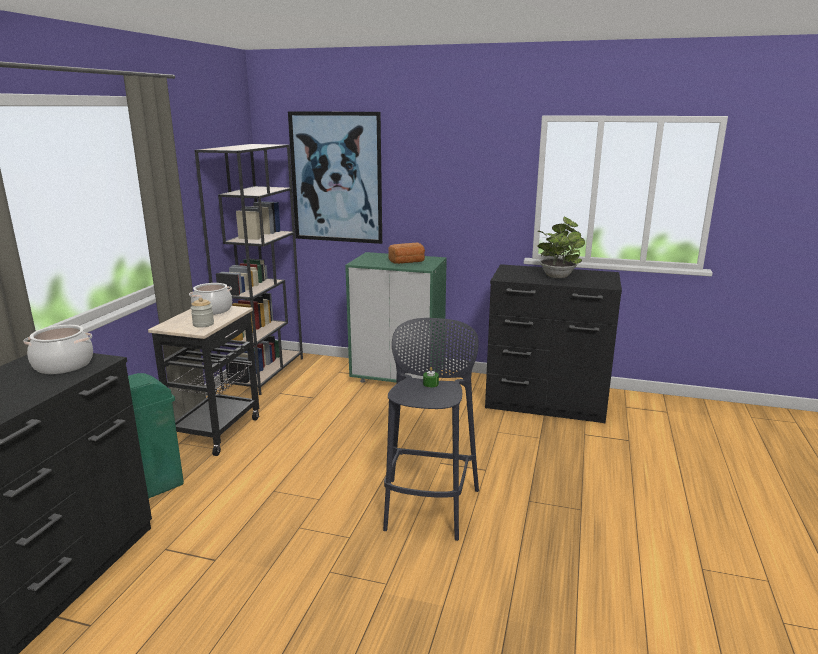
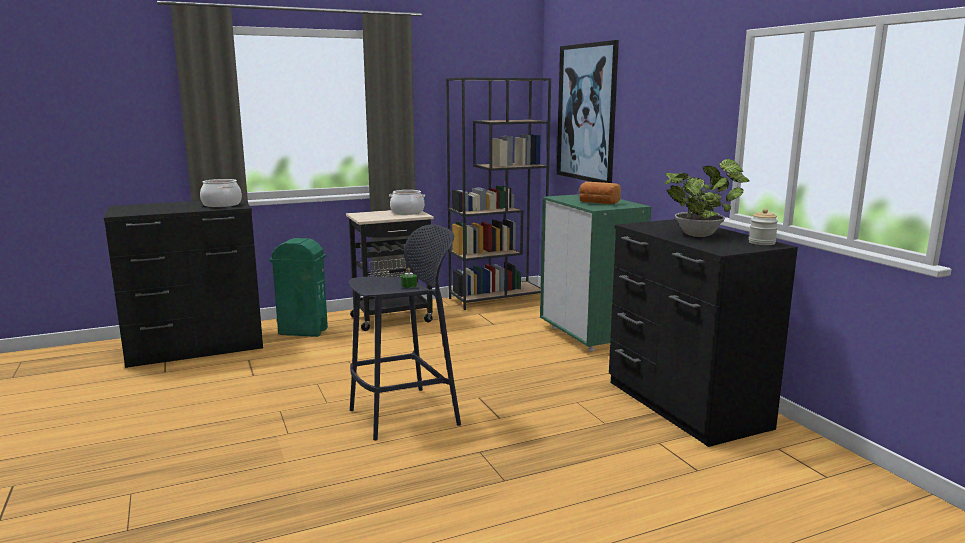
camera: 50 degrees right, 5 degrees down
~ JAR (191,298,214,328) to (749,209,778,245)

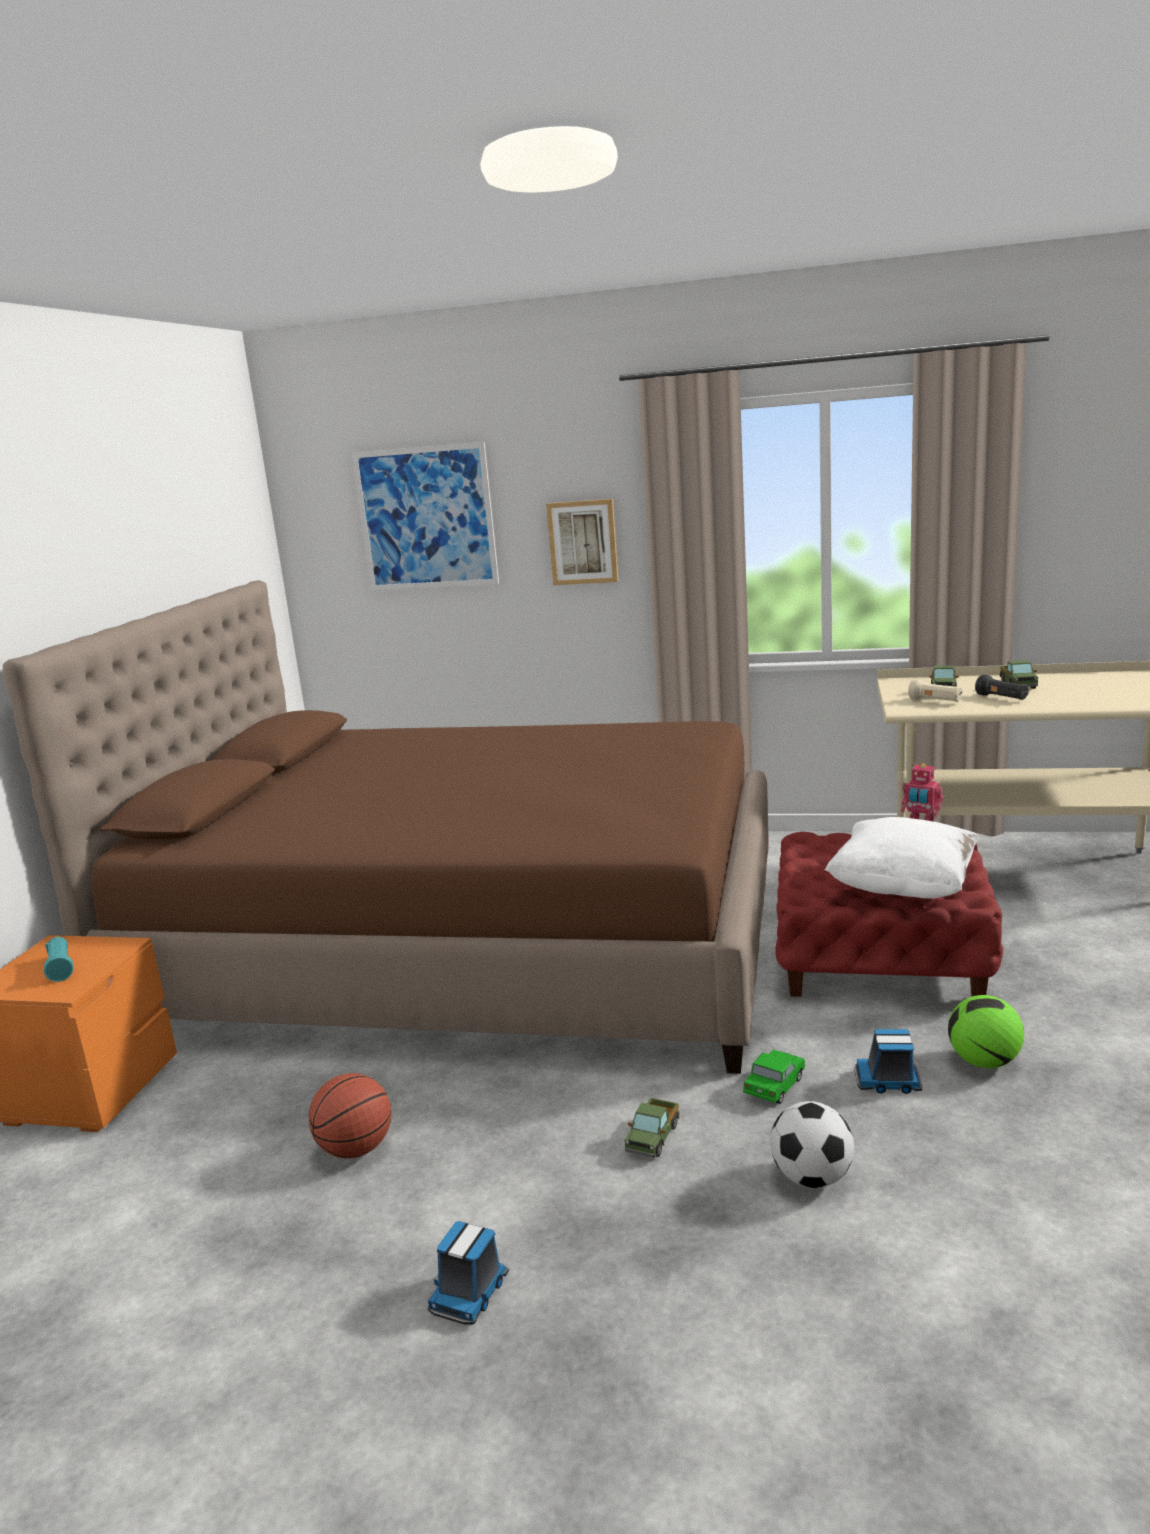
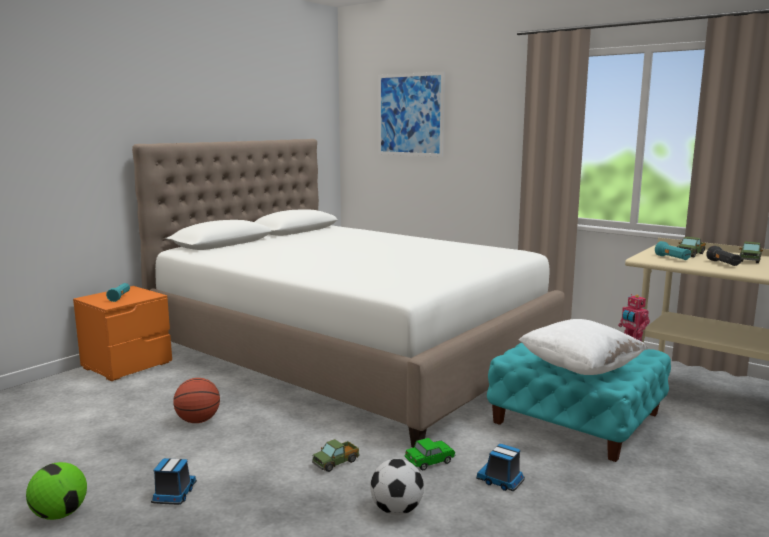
camera: 25 degrees right, 5 degrees down
~ BROWN BED (3,580,769,1074) to WHITE BED (132,139,564,448)
~ TOY TRUCK (428,1221,509,1325) = (151,458,197,505) 135 degrees clockwise
- PICTURE (546,499,619,585)
~ RED OTTOMAN (775,832,1003,997) to TURQUOISE OTTOMAN (487,343,671,462)
~ BEIGE FLASHLIGHT (908,679,962,702) to TURQUOISE FLASHLIGHT (655,241,691,260)
~ FOOTBALL (948,995,1024,1068) to (26,462,87,520)

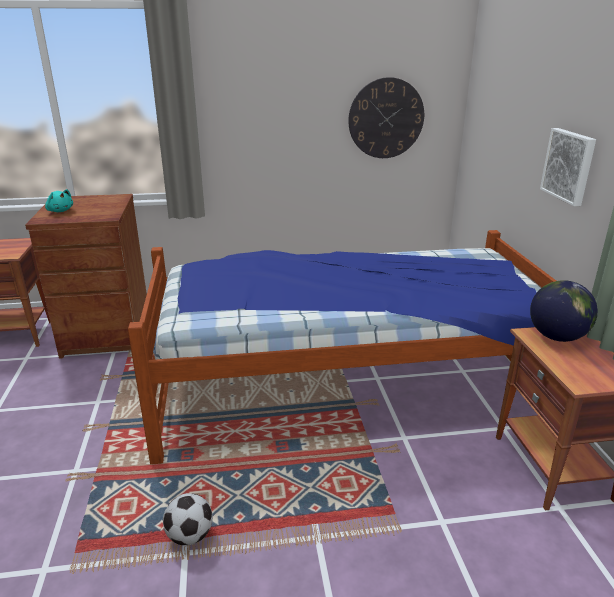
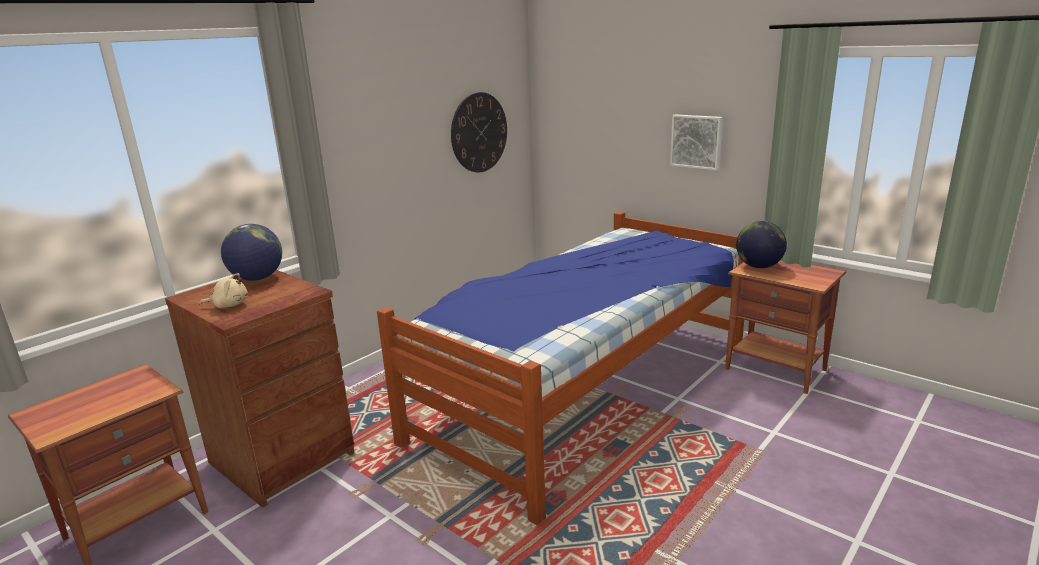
camera: 40 degrees left, 5 degrees down
~ TURQUOISE PLUSH TOY (45,189,73,212) to BEIGE PLUSH TOY (199,273,248,308)
- FOOTBALL (163,493,213,545)
+ GLOBE (221,224,282,281)

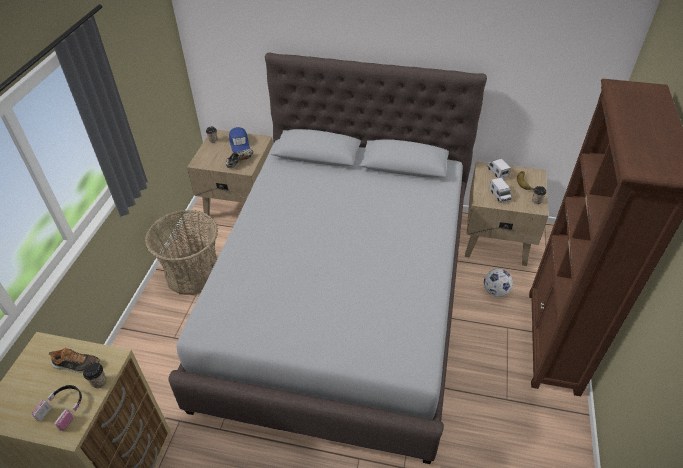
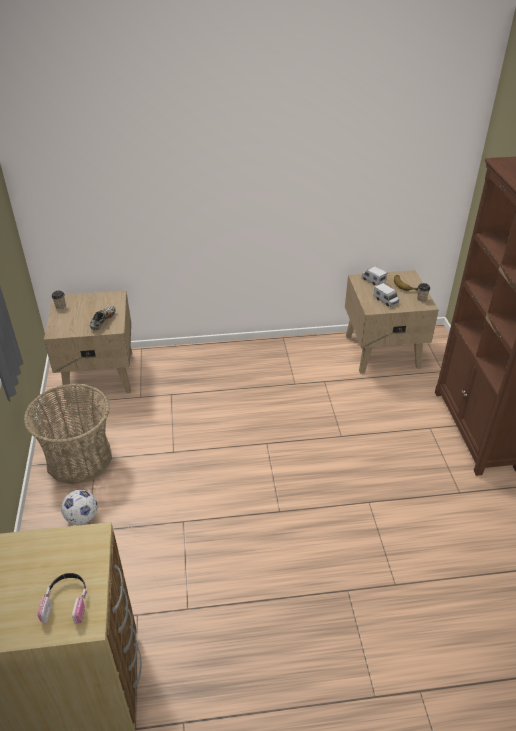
camera: 20 degrees left, 5 degrees down
- SHOE (49,348,100,373)
- CUP (83,362,107,388)
- GREY BED (169,52,487,464)
- BLUE CAP (229,127,250,153)
~ FOOTBALL (484,269,513,297) to (61,490,98,525)

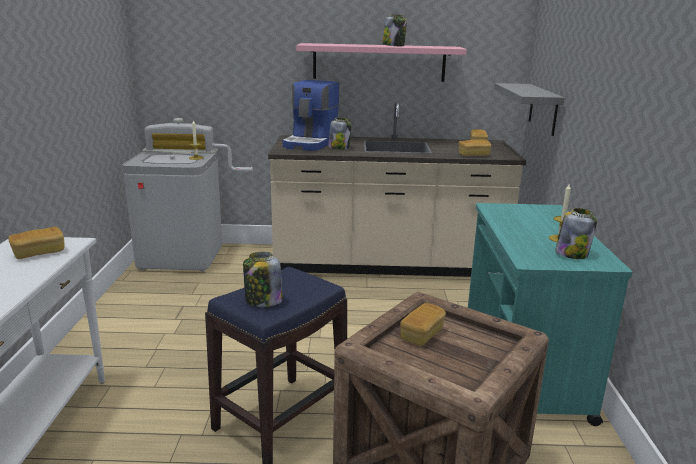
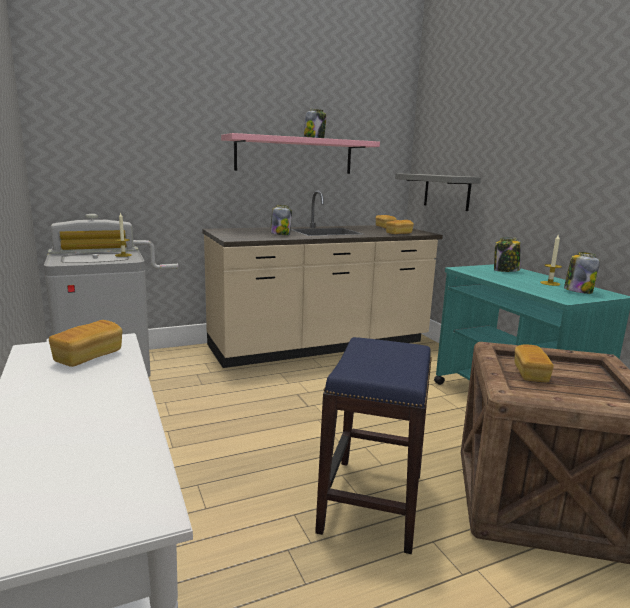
camera: 25 degrees left, 5 degrees down
~ JAR (243,252,283,307) to (494,237,521,272)
- COFFEE MACHINE (283,80,339,151)

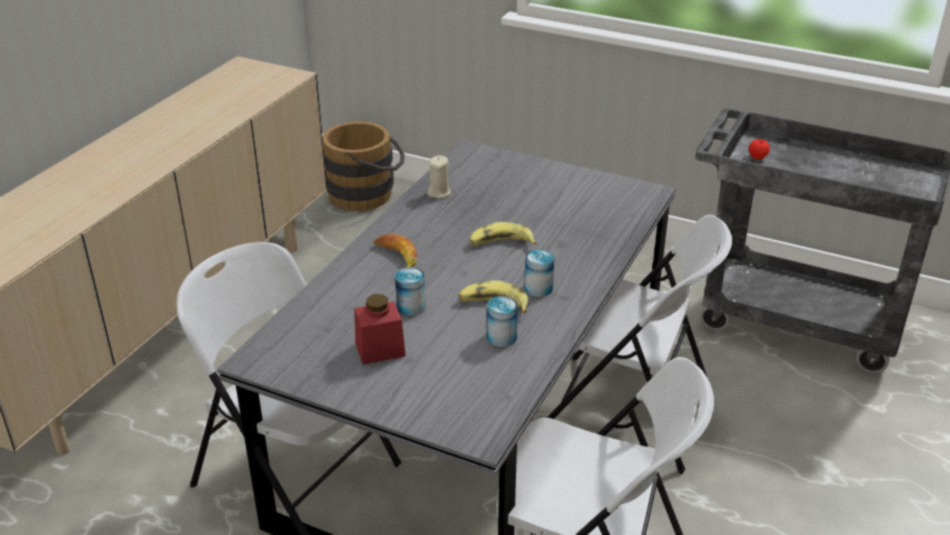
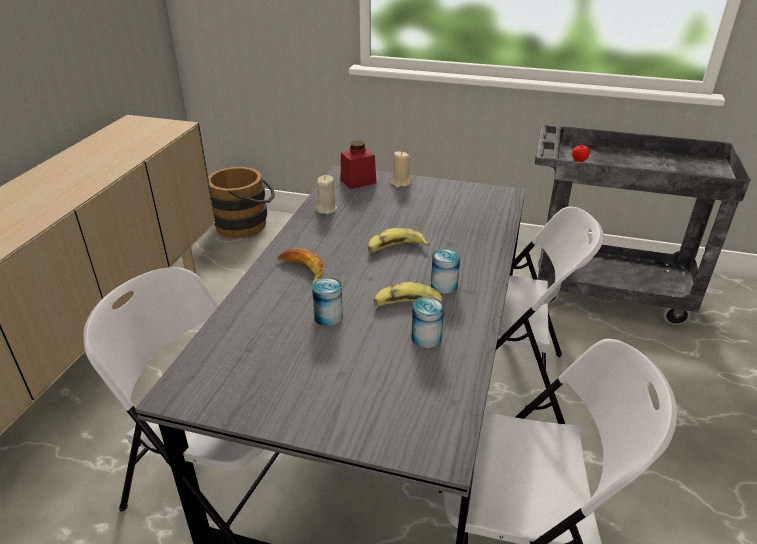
camera: 10 degrees left, 0 degrees up
~ RED JAR (355,294,406,365) to (341,140,376,189)
+ BEIGE CANDLE (391,151,412,187)

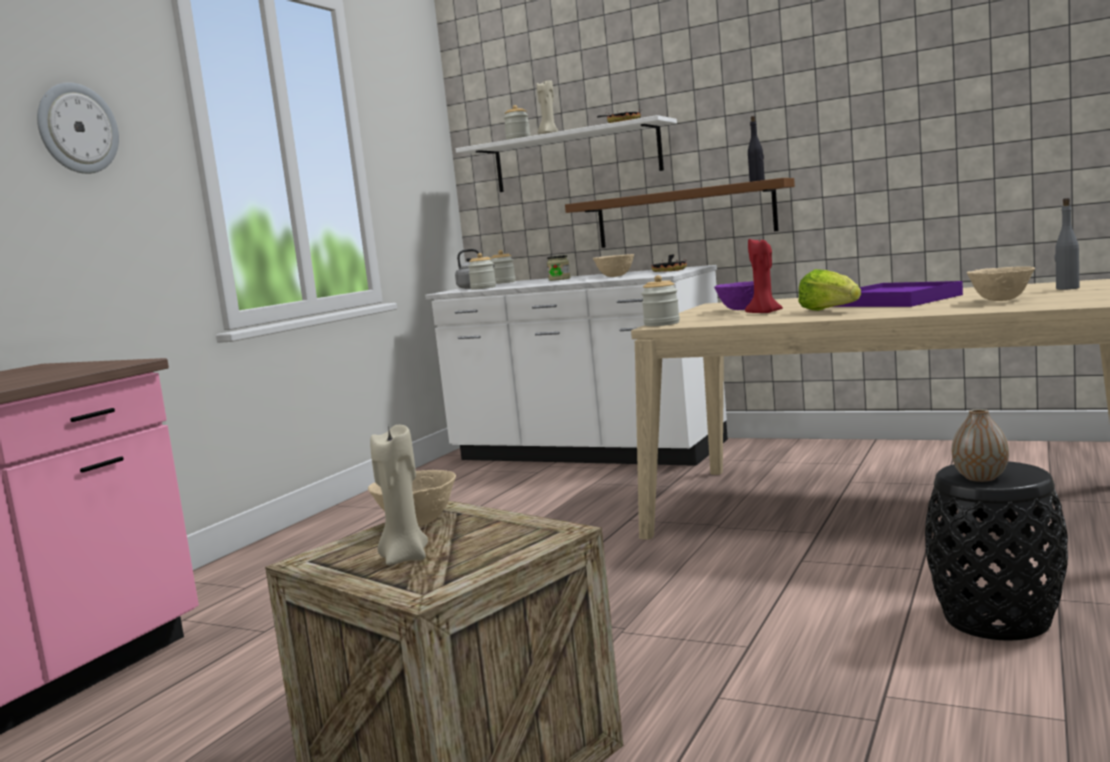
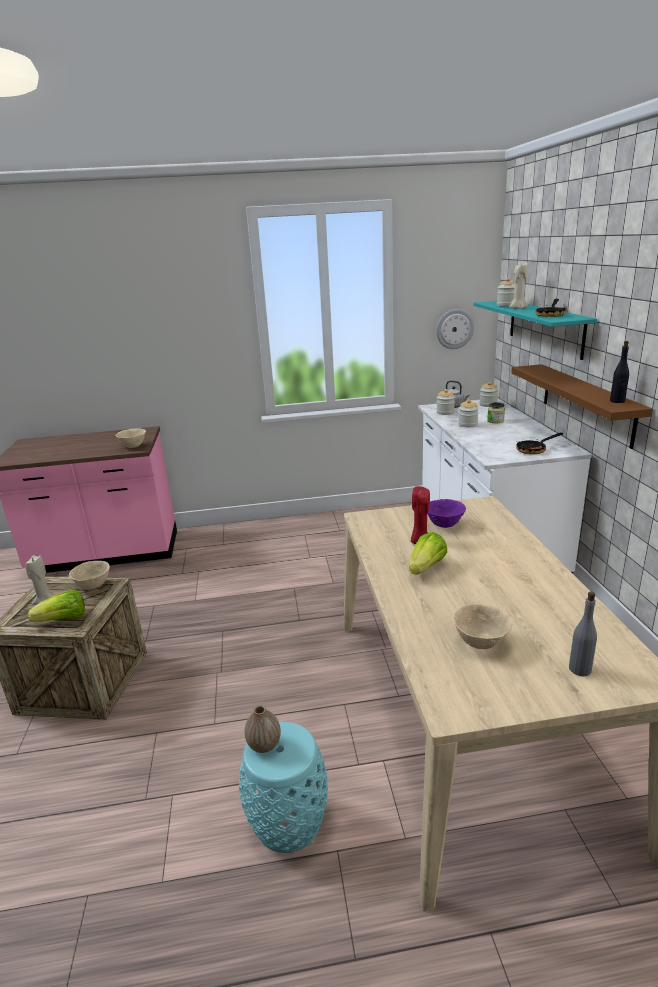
camera: 55 degrees right, 15 degrees up
~ WALL CLOCK (37,82,119,174) to (436,309,474,349)
~ WHITE SHELF (456,115,677,192) to TURQUOISE SHELF (473,301,597,360)
~ BEIGE BOWL (593,254,634,277) to (115,428,146,448)
~ JAR (641,275,680,326) to (458,399,479,427)
- PURPLE TRAY (833,281,963,307)
~ BLACK STOOL (925,461,1068,640) to TURQUOISE STOOL (239,722,328,853)
+ LETTUCE (28,590,85,622)

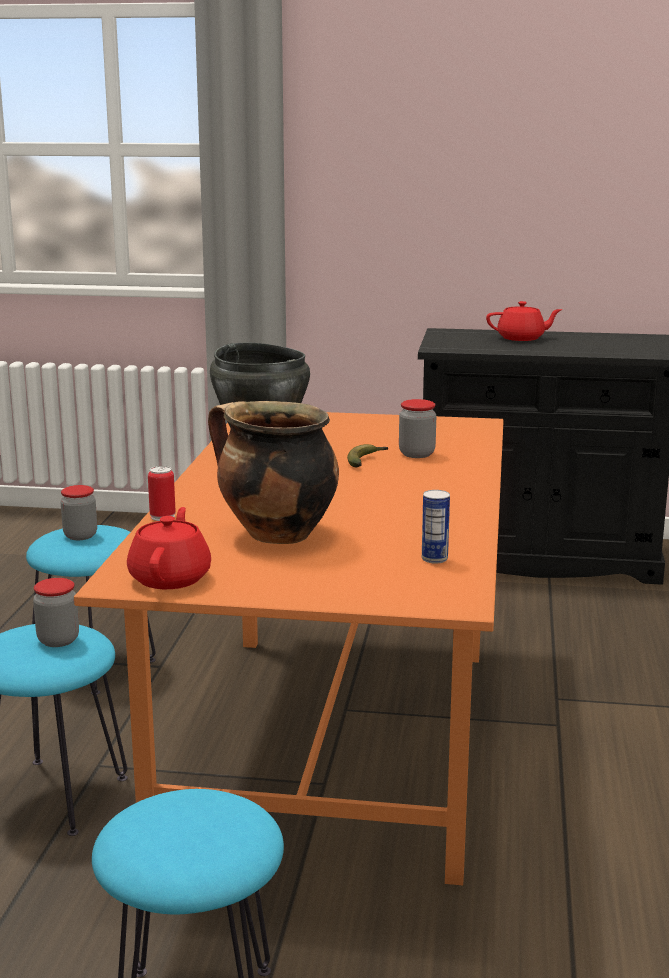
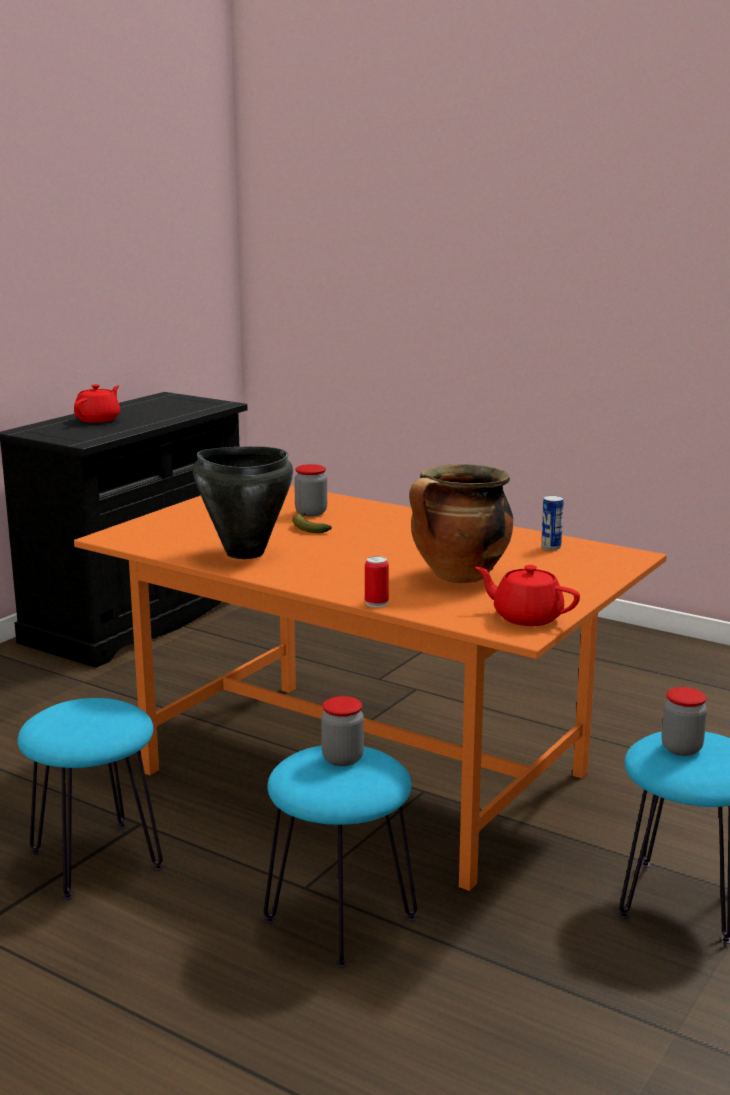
camera: 65 degrees left, 0 degrees up
~ JAR (61,485,97,540) to (661,687,707,756)

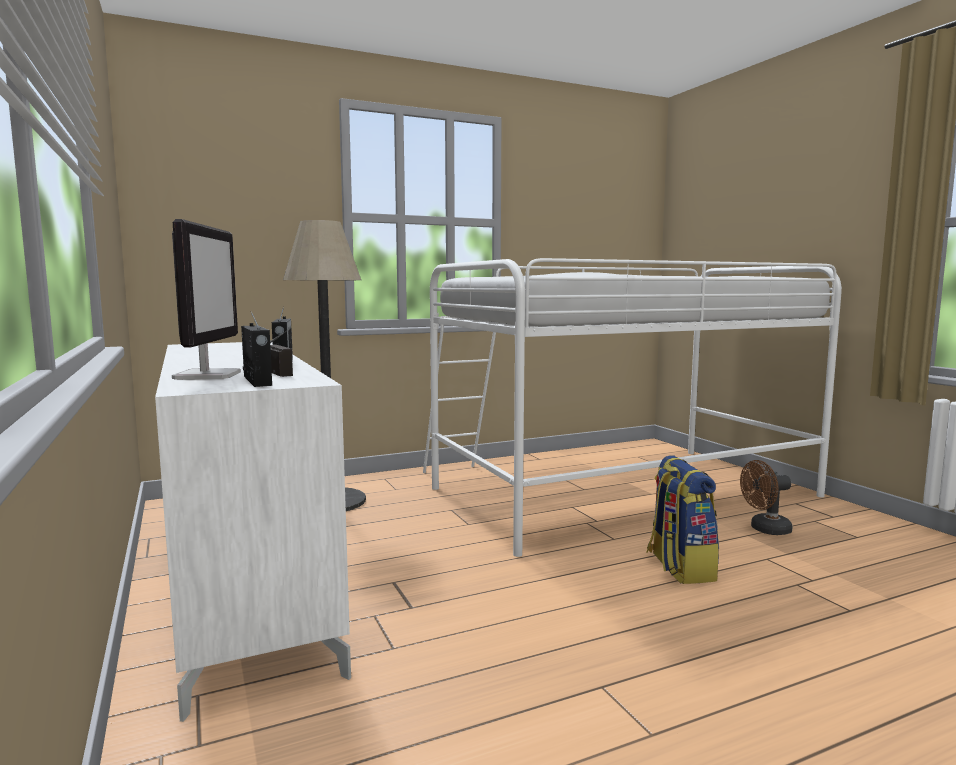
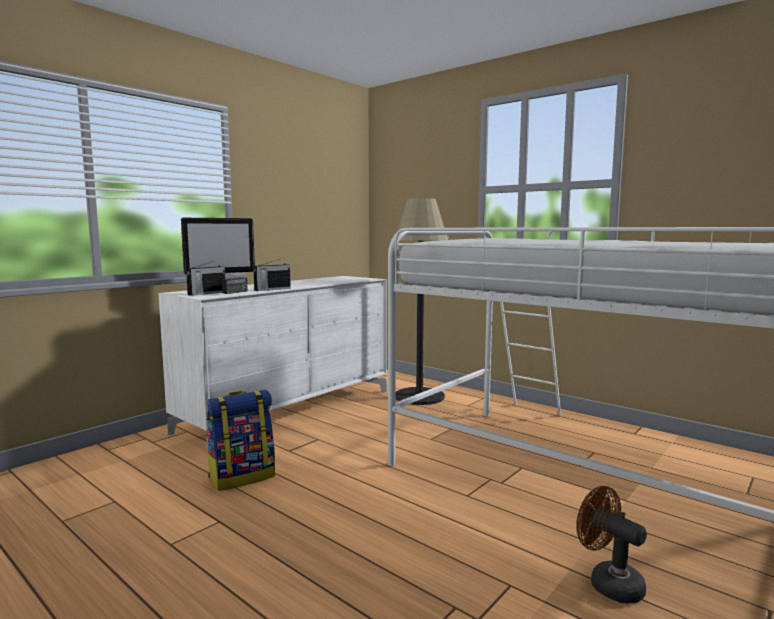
camera: 65 degrees right, 0 degrees up
~ BACKPACK (646,456,719,584) to (206,390,275,491)

